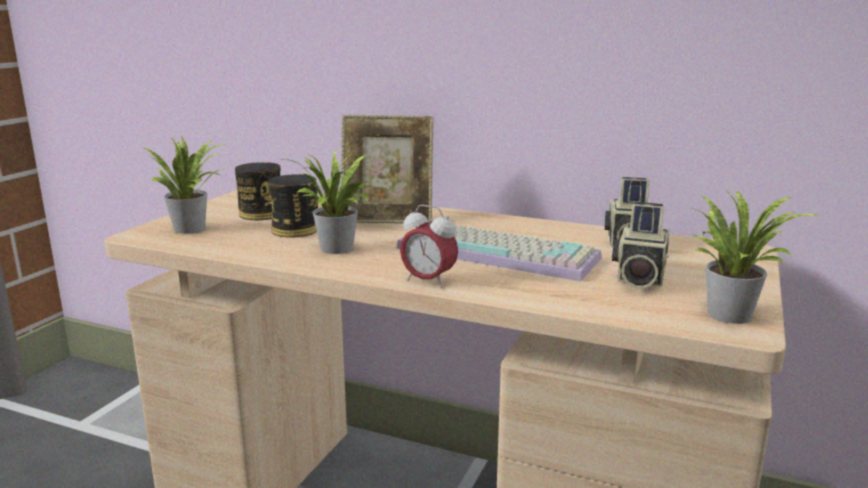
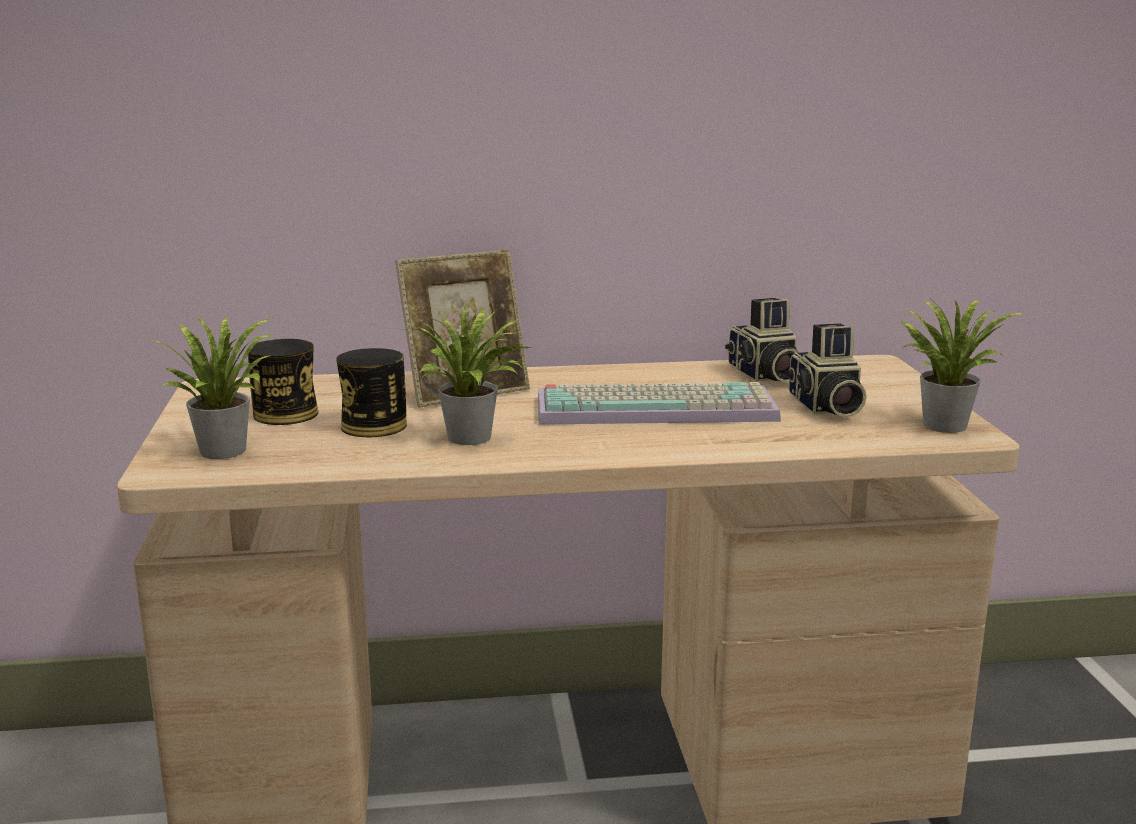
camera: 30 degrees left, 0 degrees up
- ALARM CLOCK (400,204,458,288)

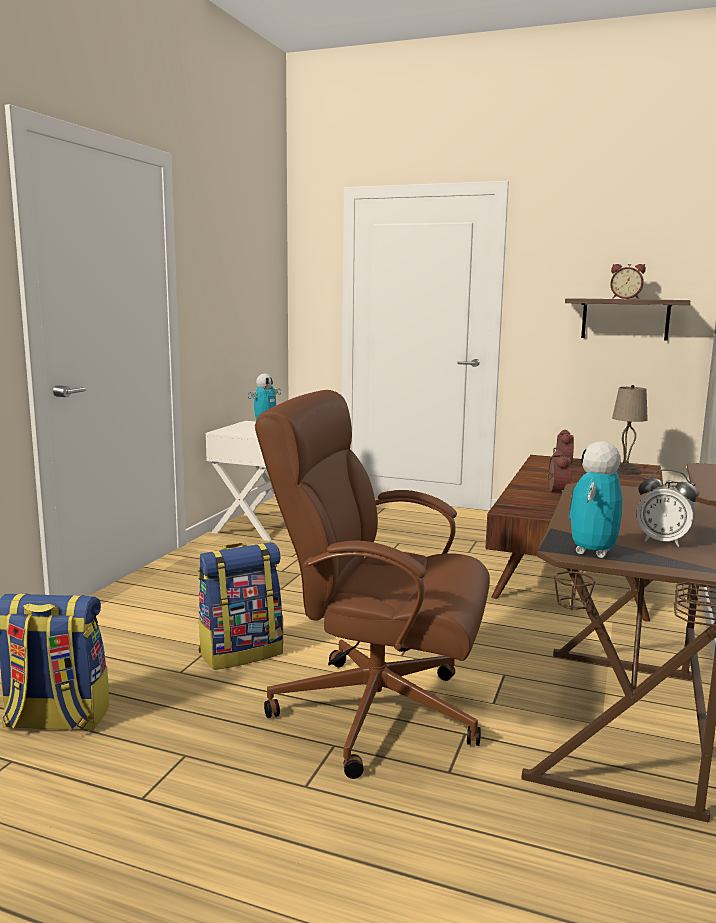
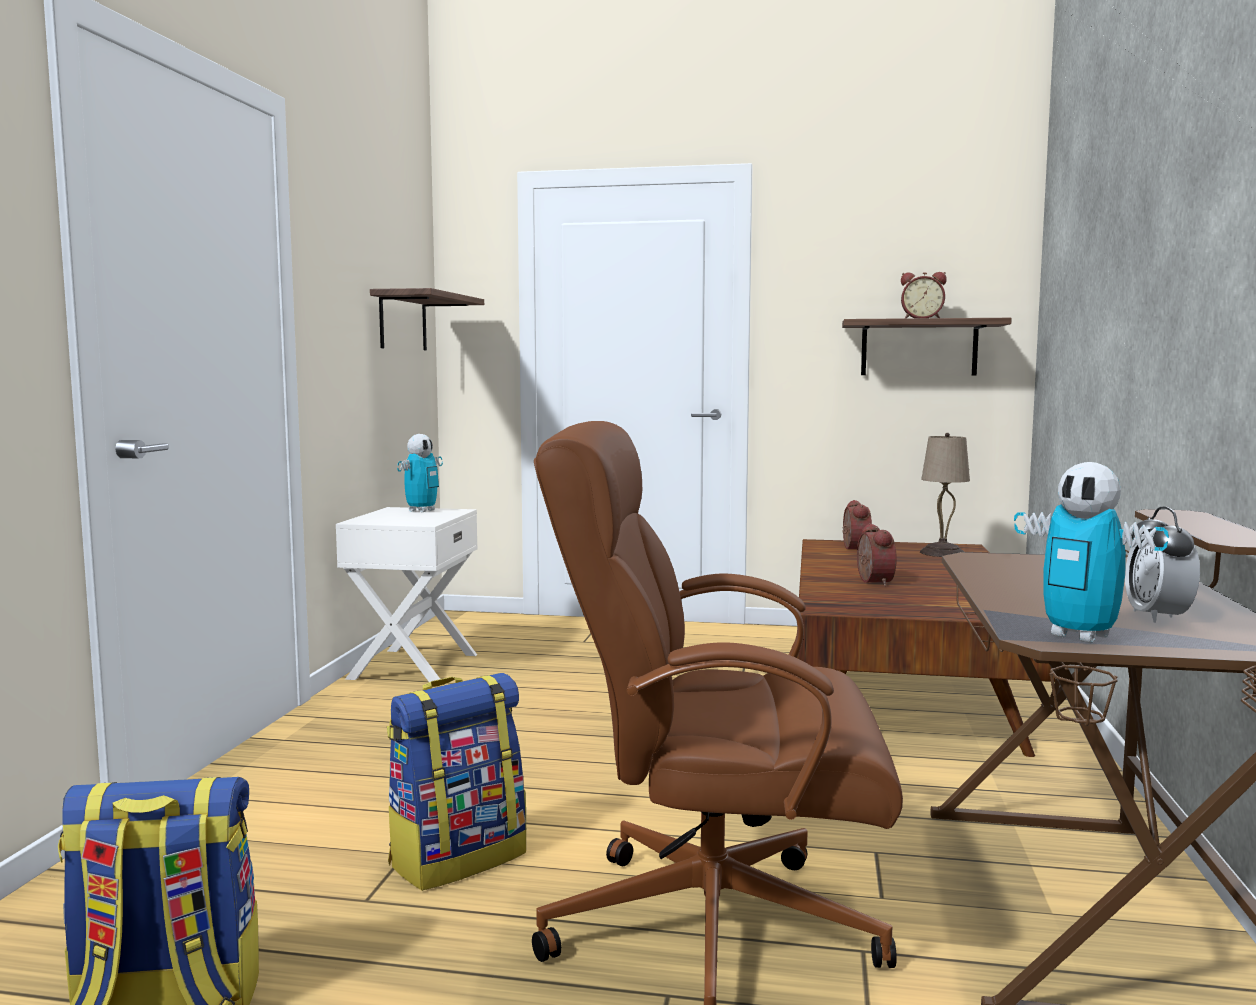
camera: 10 degrees left, 5 degrees down
~ TOY ROBOT (569,441,622,558) = (1014,462,1169,643) 60 degrees counterclockwise
~ ALARM CLOCK (637,469,699,547) = (1125,507,1200,623) 75 degrees clockwise
+ SHELF (370,288,484,350)

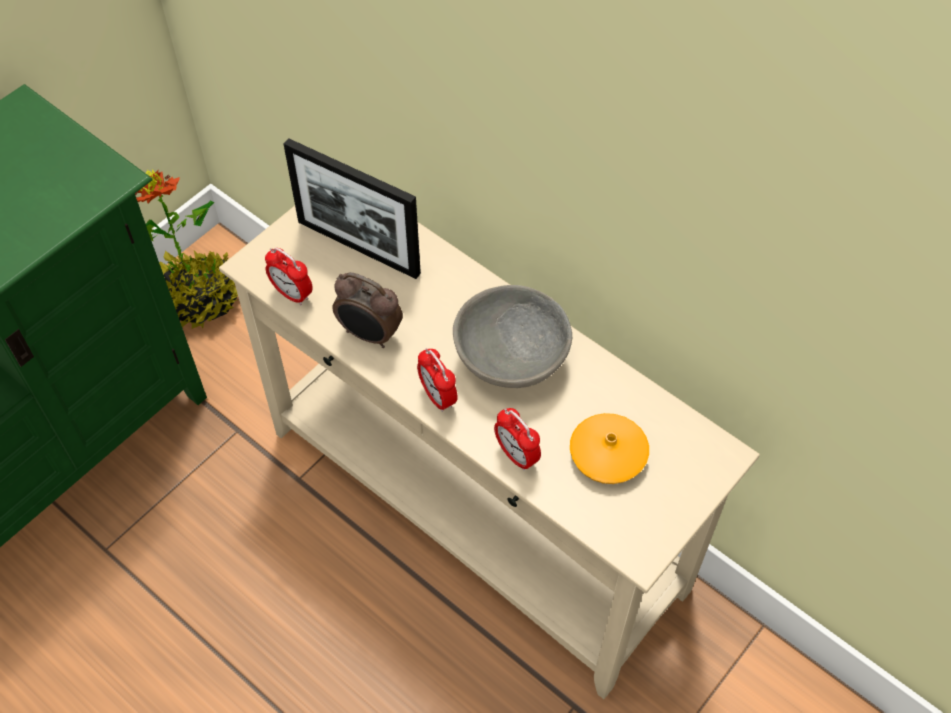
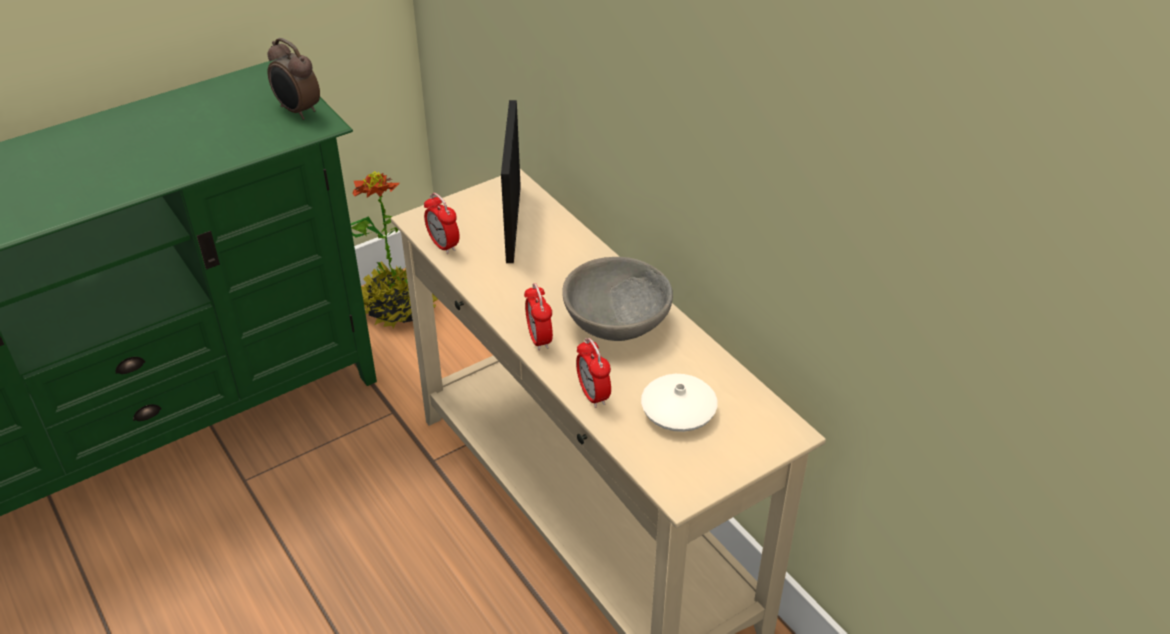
camera: 15 degrees right, 15 degrees down
~ PICTURE FRAME (284,138,421,279) = (501,100,521,263) 45 degrees clockwise
~ ALARM CLOCK (332,272,403,348) to (267,38,320,120)
~ ORANGE VASE (570,413,649,484) to WHITE VASE (641,374,718,432)

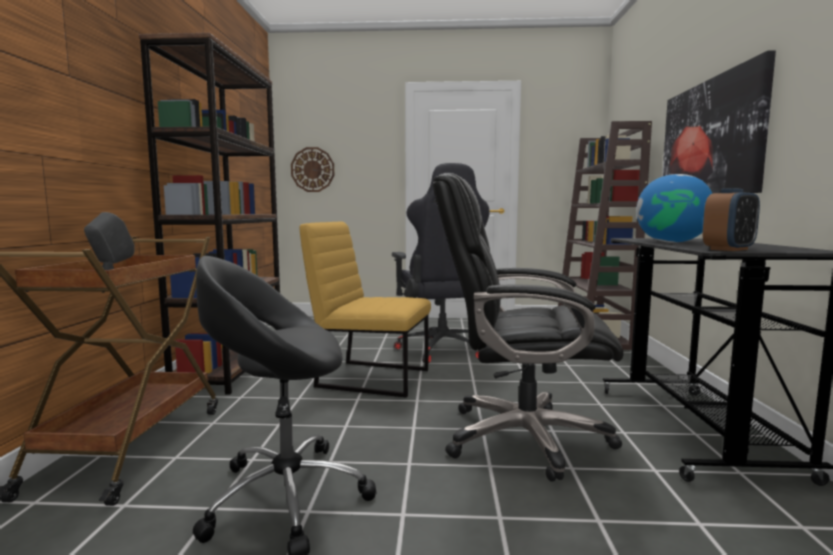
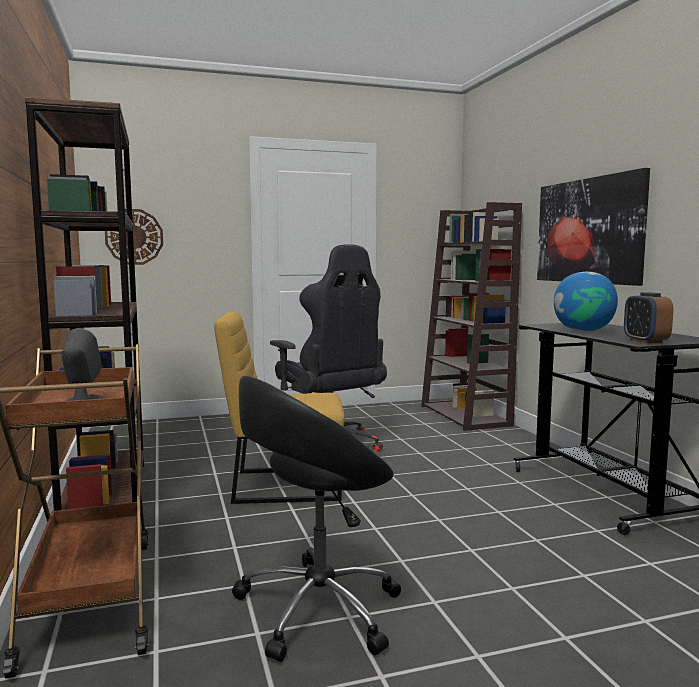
camera: 20 degrees left, 0 degrees up
- BLACK OFFICE CHAIR (432,173,624,482)
~ ALARM CLOCK (703,188,760,251) = (624,292,673,343) 135 degrees clockwise

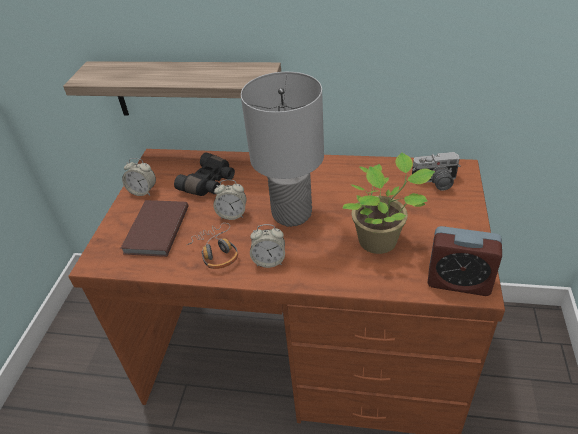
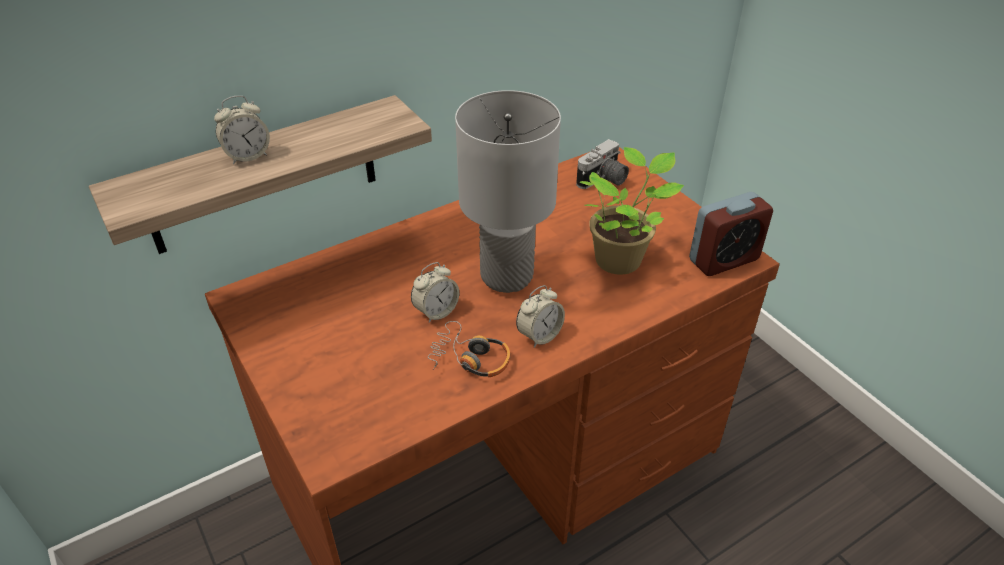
camera: 45 degrees left, 0 degrees up
- BROWN BOOK (120,200,189,257)
~ ALARM CLOCK (122,158,156,196) to (214,96,270,165)
- BLACK BINOCULARS (174,153,235,196)

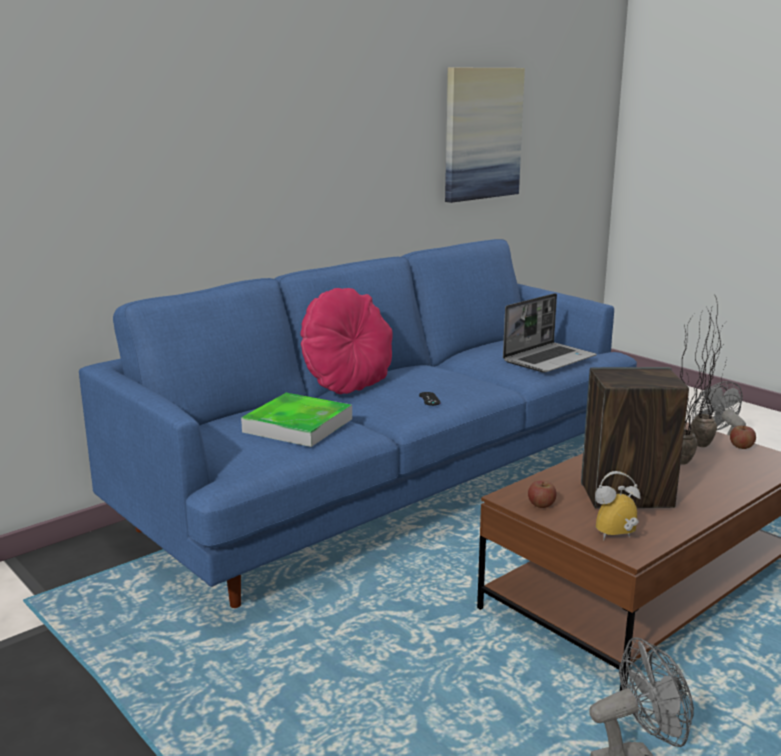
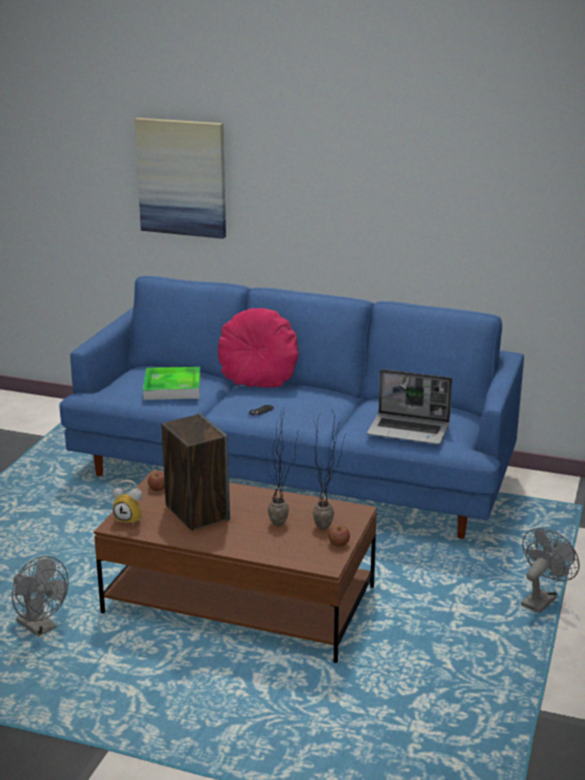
camera: 60 degrees right, 5 degrees up
~ PICTURE (445,68,525,203) to (135,118,226,239)
~ ALARM CLOCK (595,471,641,541) = (112,480,142,525) 150 degrees clockwise

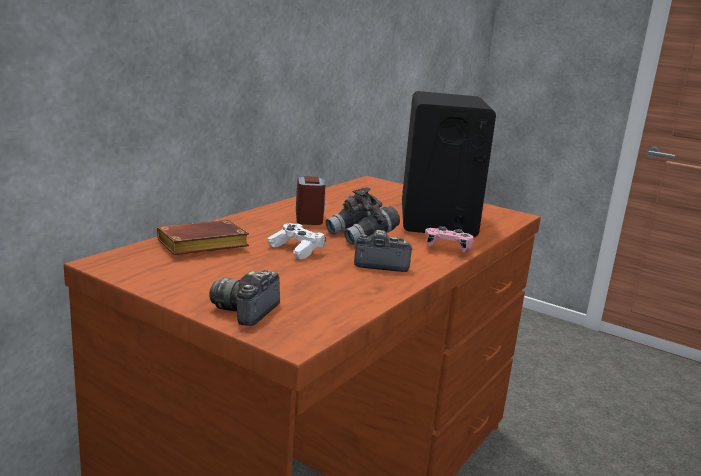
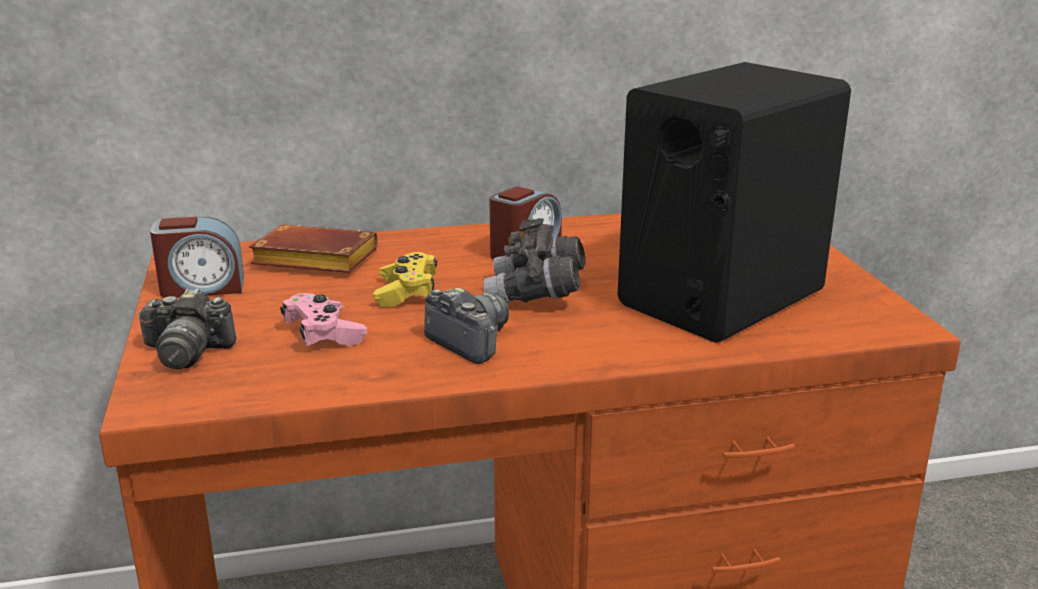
camera: 45 degrees right, 5 degrees up
~ PHOTO CAMERA (209,270,280,326) = (137,289,237,369) 150 degrees counterclockwise
~ WHITE GAME CONTROLLER (268,223,326,259) to YELLOW GAME CONTROLLER (373,252,437,307)
~ PINK GAME CONTROLLER (425,226,474,252) to (280,293,367,346)
+ ALARM CLOCK (150,217,244,298)

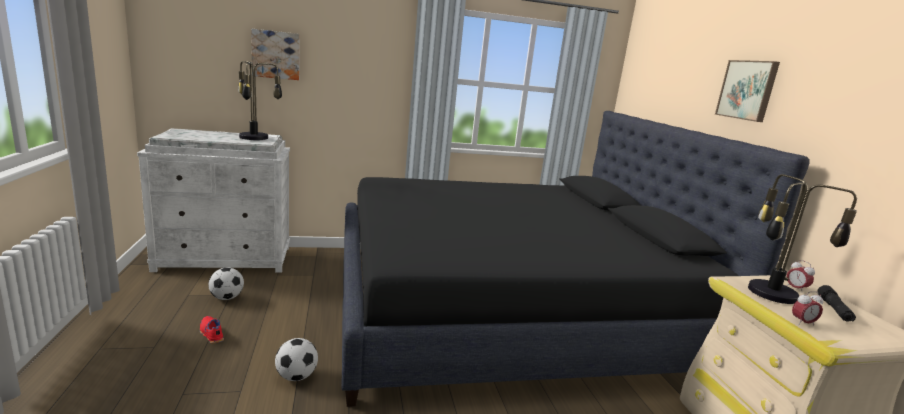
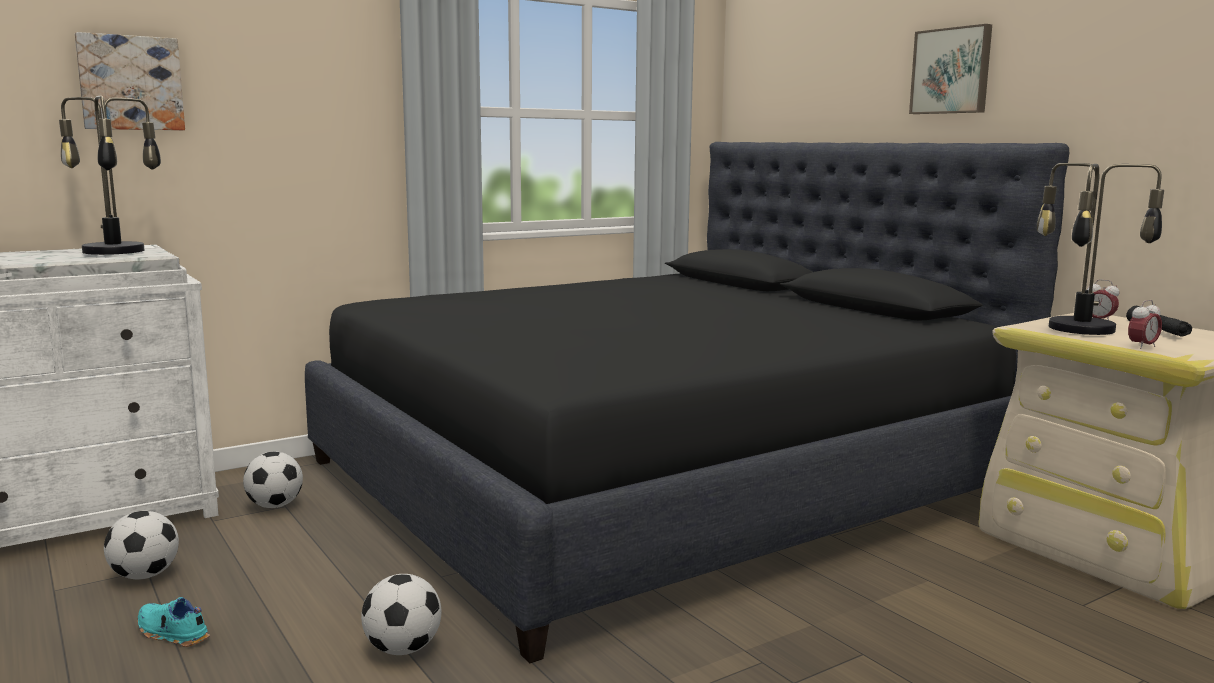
camera: 20 degrees left, 5 degrees down
~ RED SHOE (200,316,224,344) to TURQUOISE SHOE (138,597,210,647)
+ FOOTBALL (243,451,303,508)

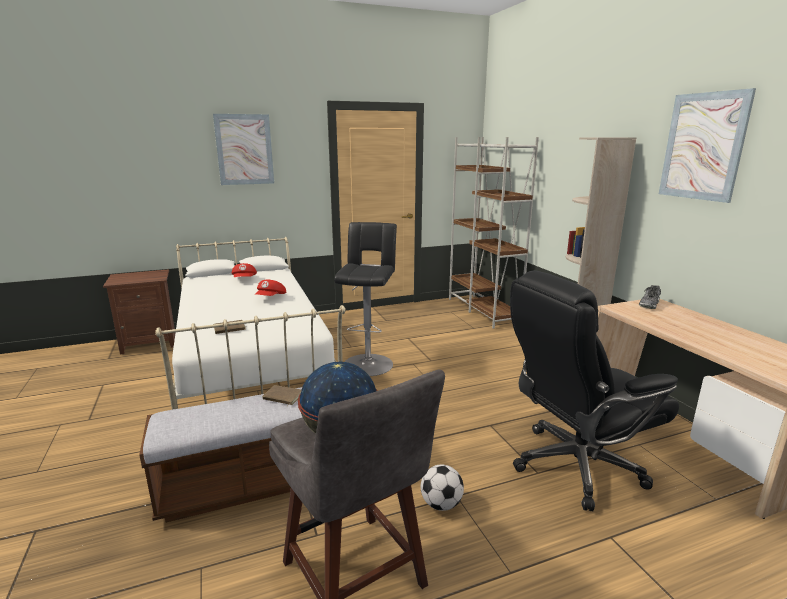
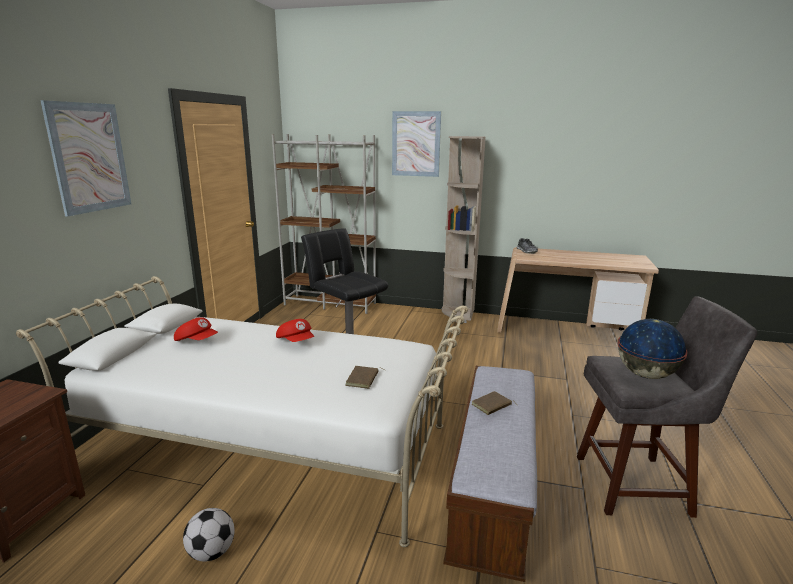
camera: 55 degrees left, 0 degrees up
~ FOOTBALL (421,464,464,511) to (183,508,235,562)
- BLACK OFFICE CHAIR (510,271,679,511)
~ PICTURE (659,88,756,203) to (392,111,441,177)

